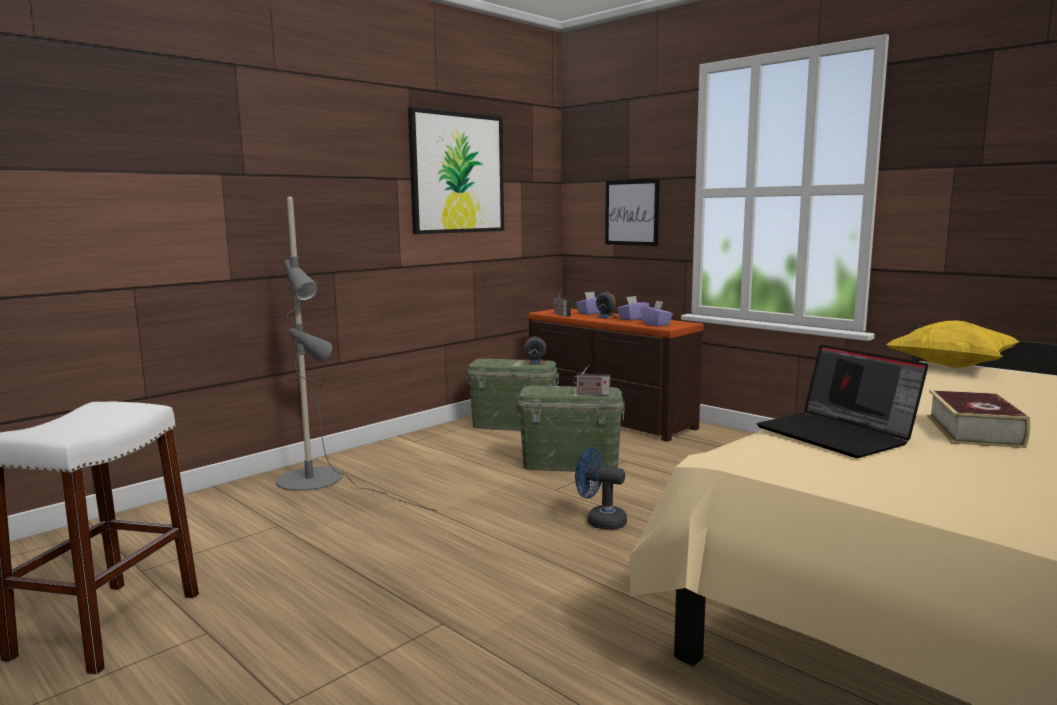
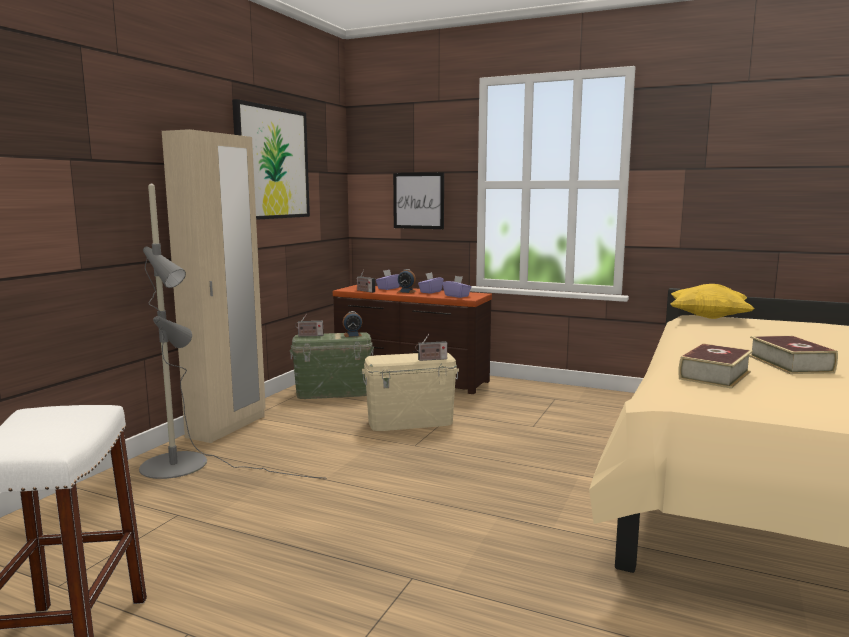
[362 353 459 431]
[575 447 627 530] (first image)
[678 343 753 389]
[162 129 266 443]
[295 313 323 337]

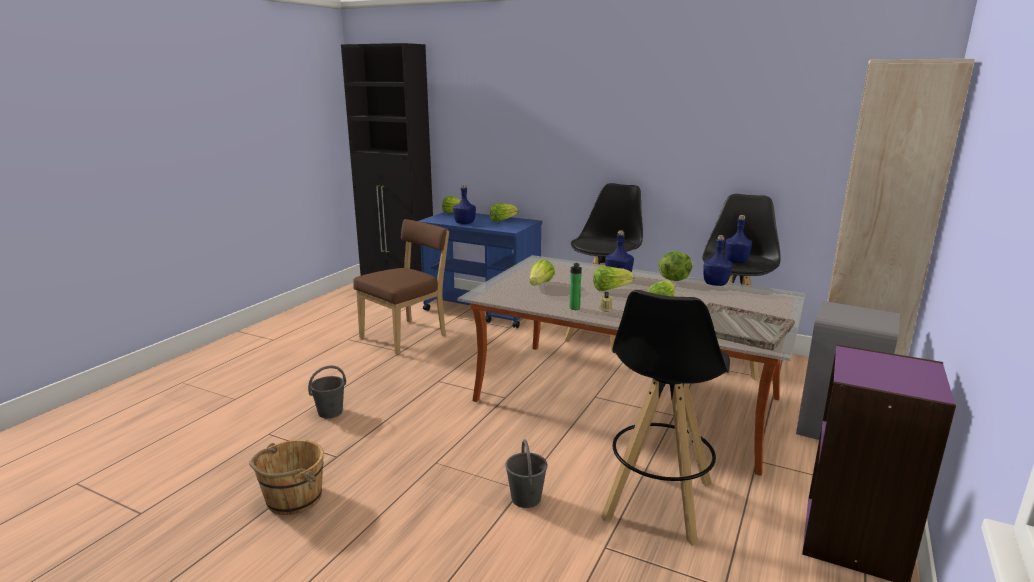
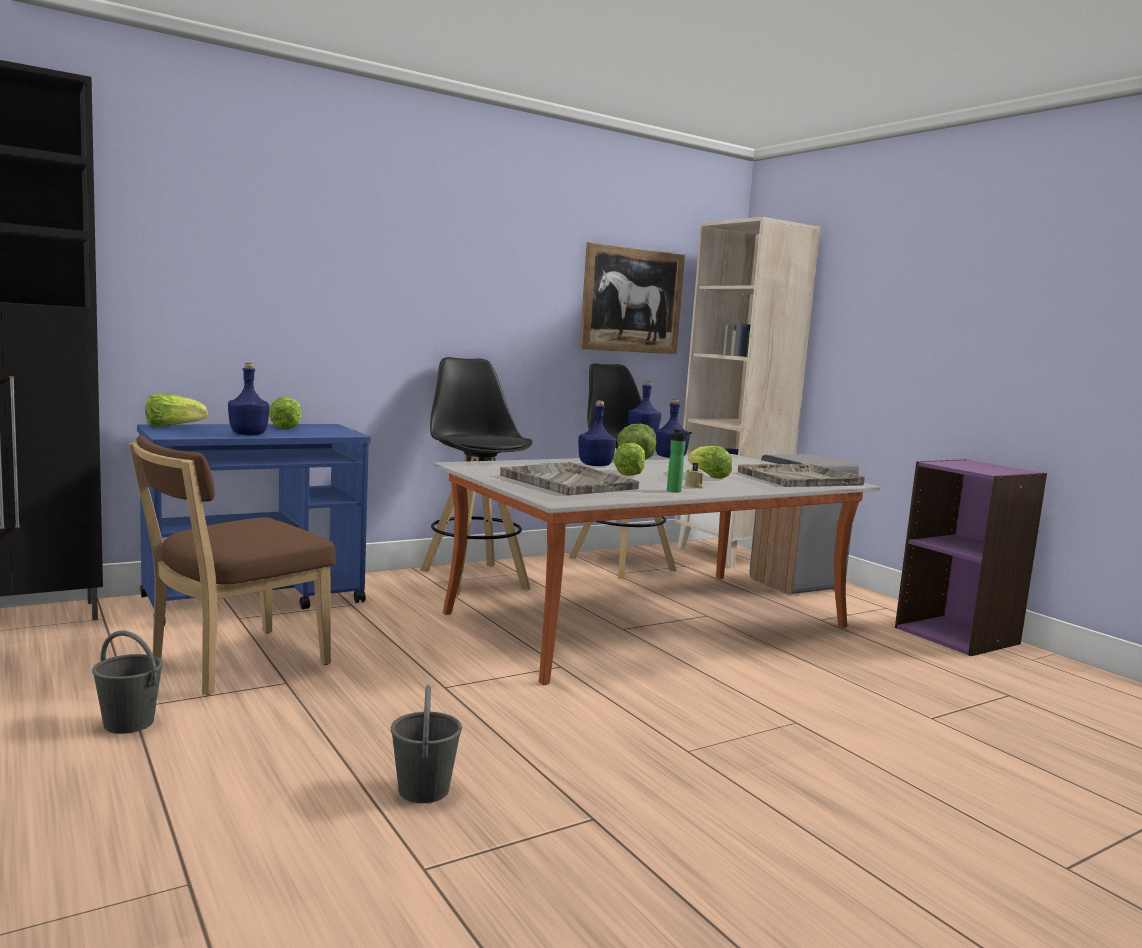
[249 440 324 515] (first image)
[129 435 336 695]
[92 631 163 734]
[500 462 639 495]
[601 290 730 546] (first image)
[580 242 685 354]

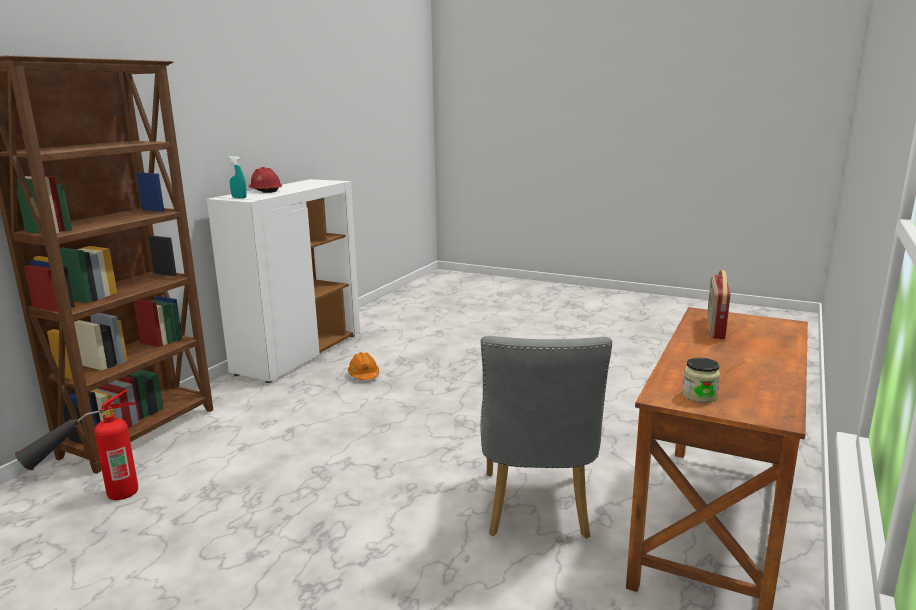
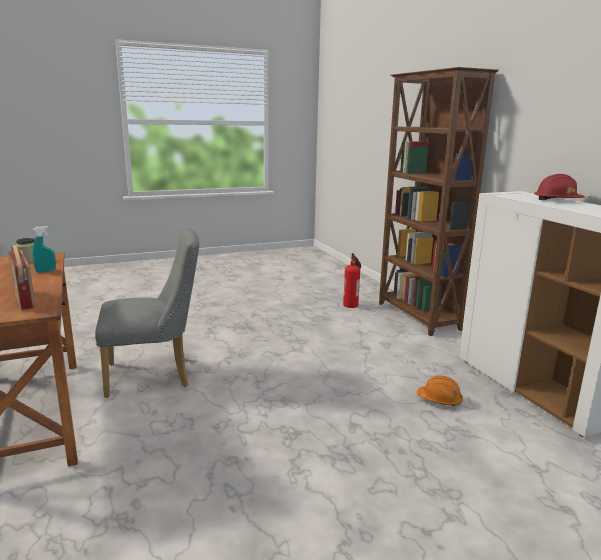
[32 226 56 272]
[95 227 199 398]

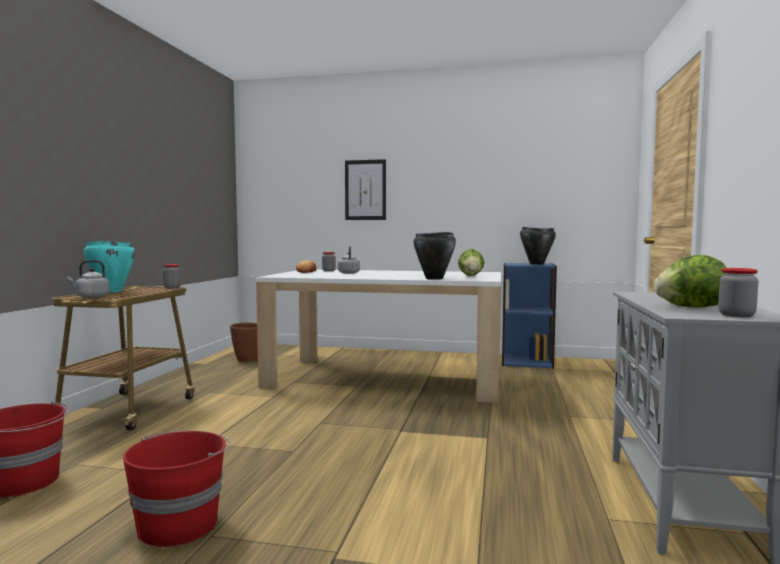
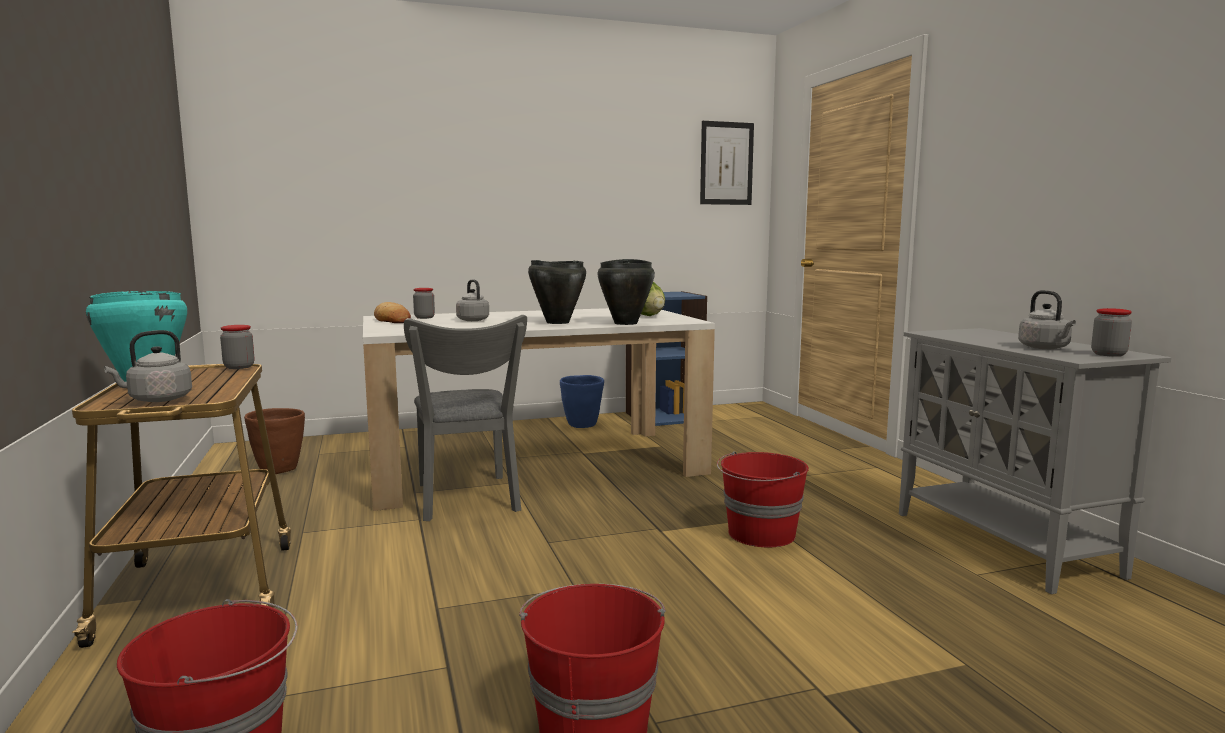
[700 121 754 205]
[528 260 586 324]
[1018 290 1076 349]
[404 315 527 521]
[560 375 604 428]
[717 452 809 547]

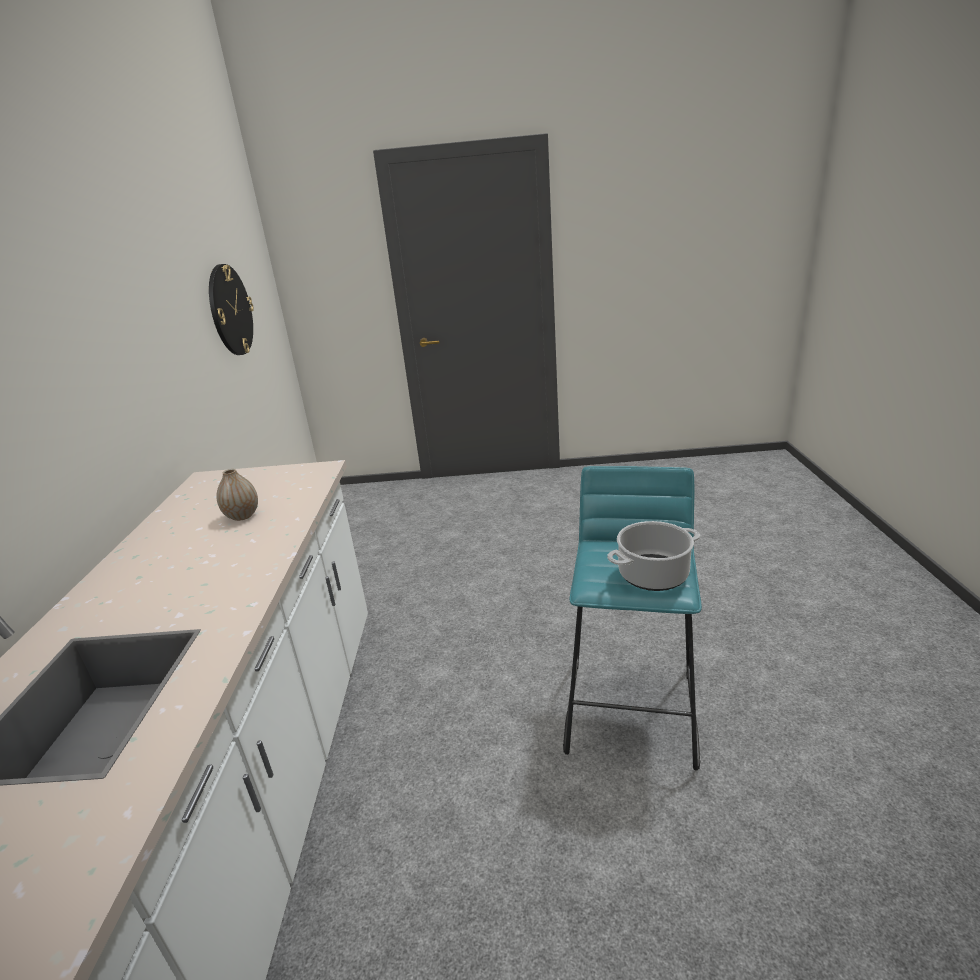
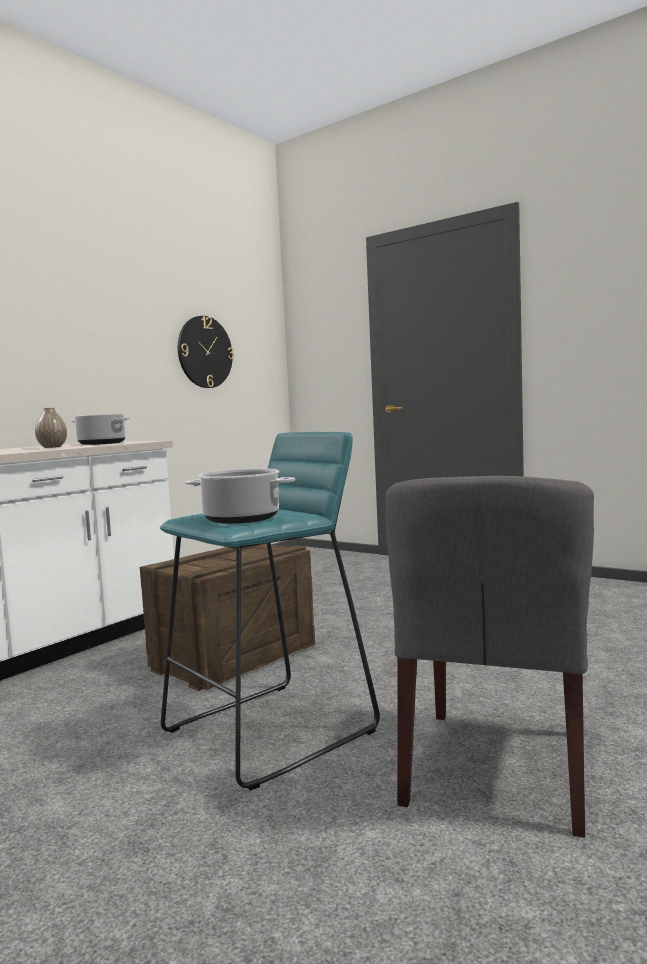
[71 413 130 445]
[140 544 315 691]
[385 476 594 838]

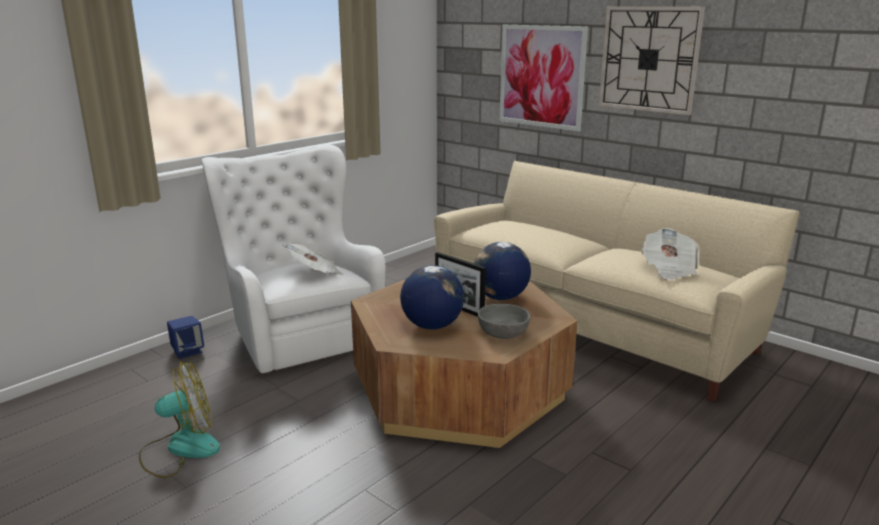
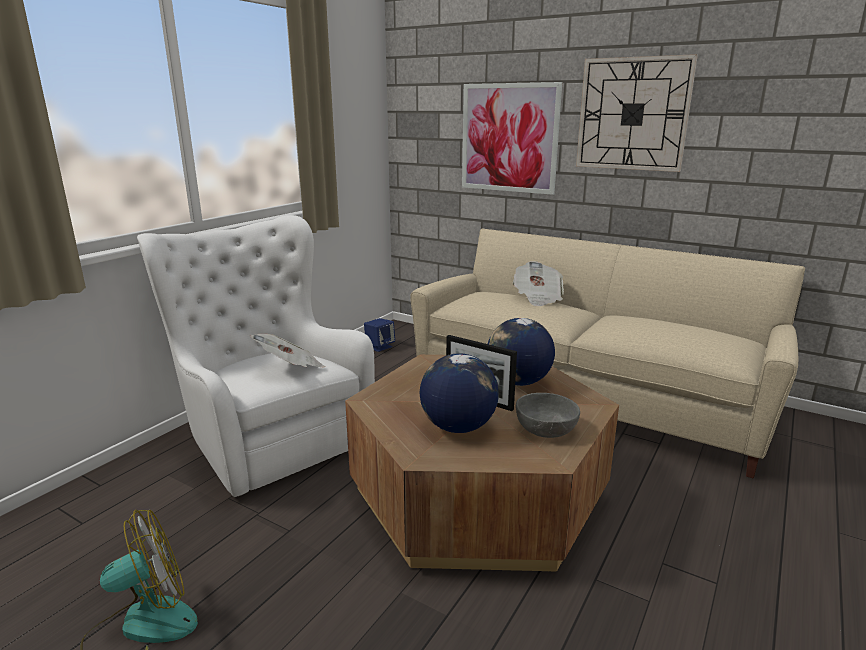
[364 318 395 352]
[512 261 564 306]

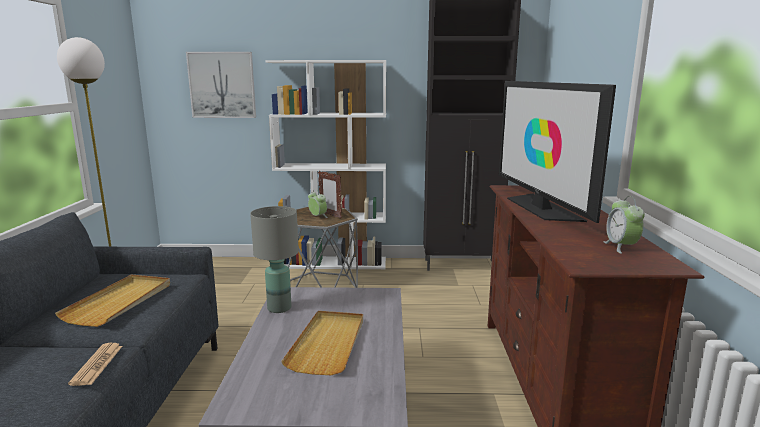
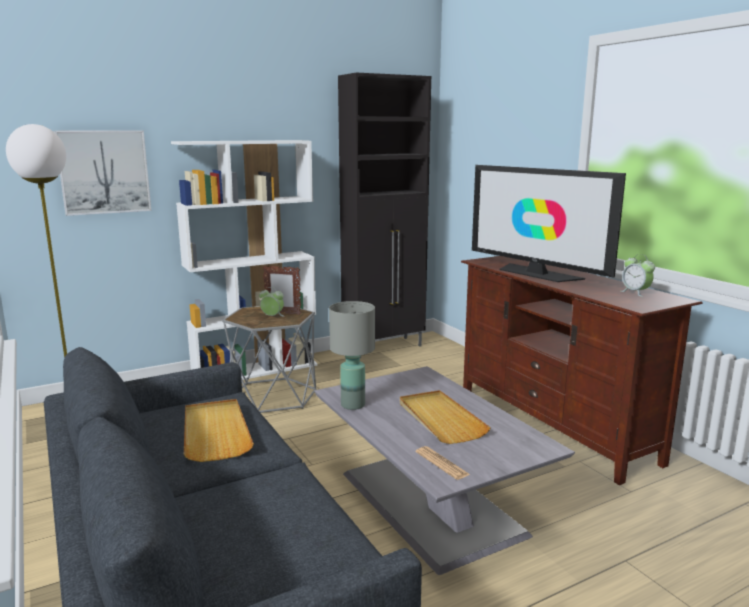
[416 446 470 480]

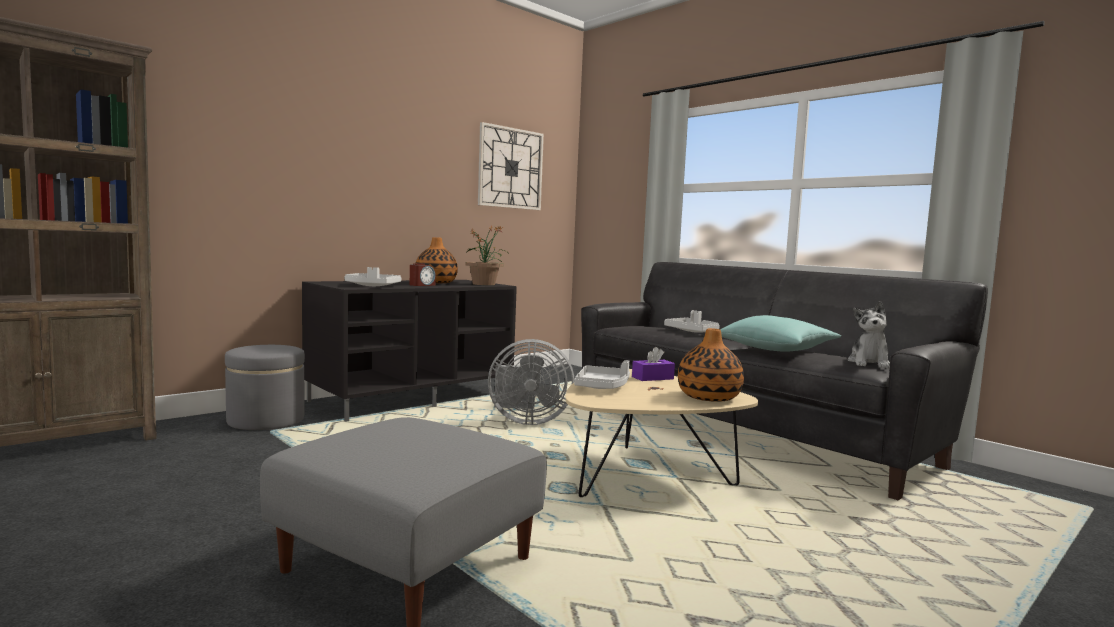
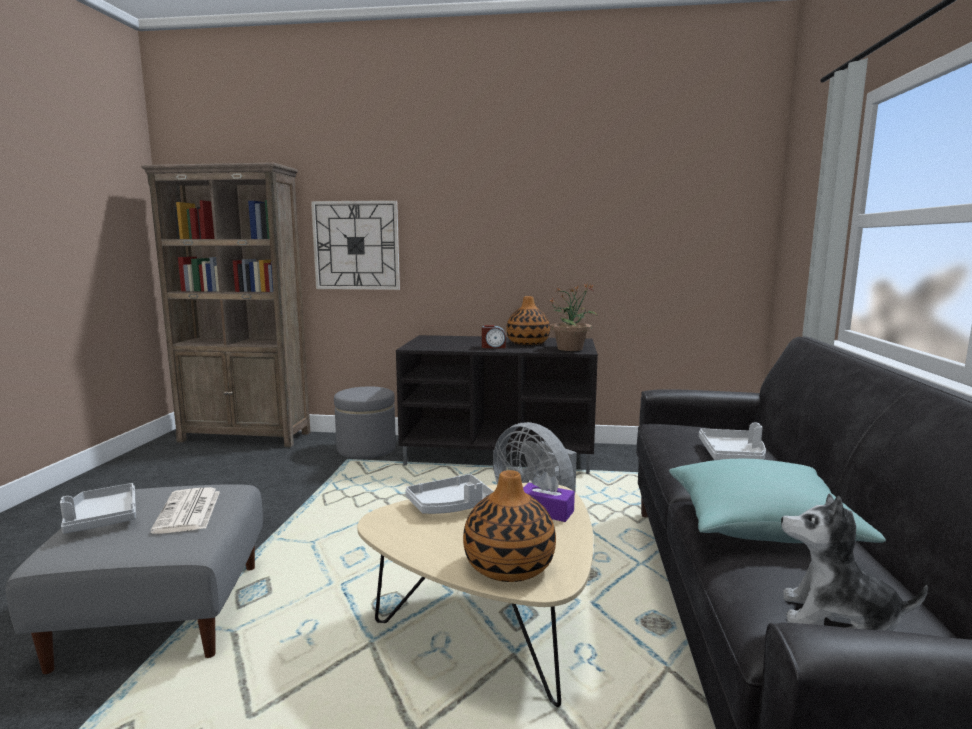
[60 483 136 534]
[311 200 400 290]
[781 493 928 631]
[150 487 220 534]

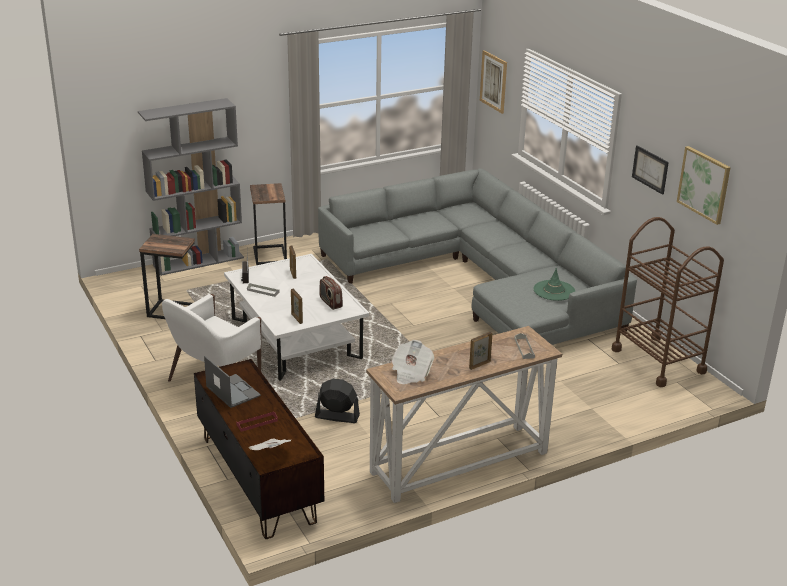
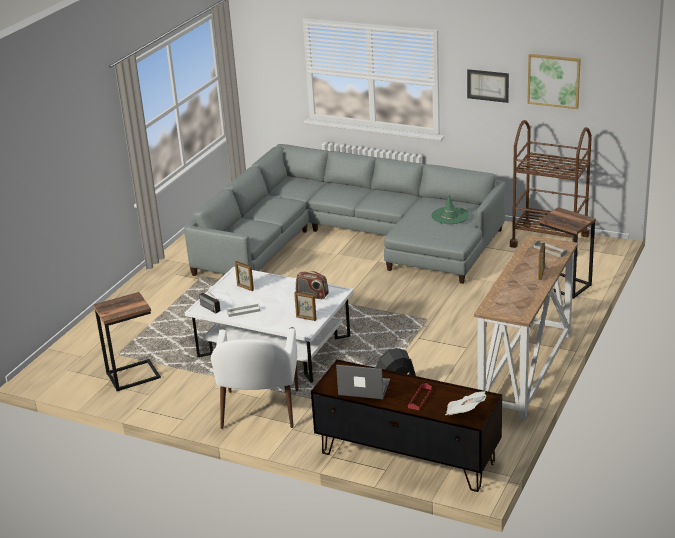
[138 98 244 276] (first image)
[539 207 596 299]
[391 340 434 384] (first image)
[480 50 507 114] (first image)

